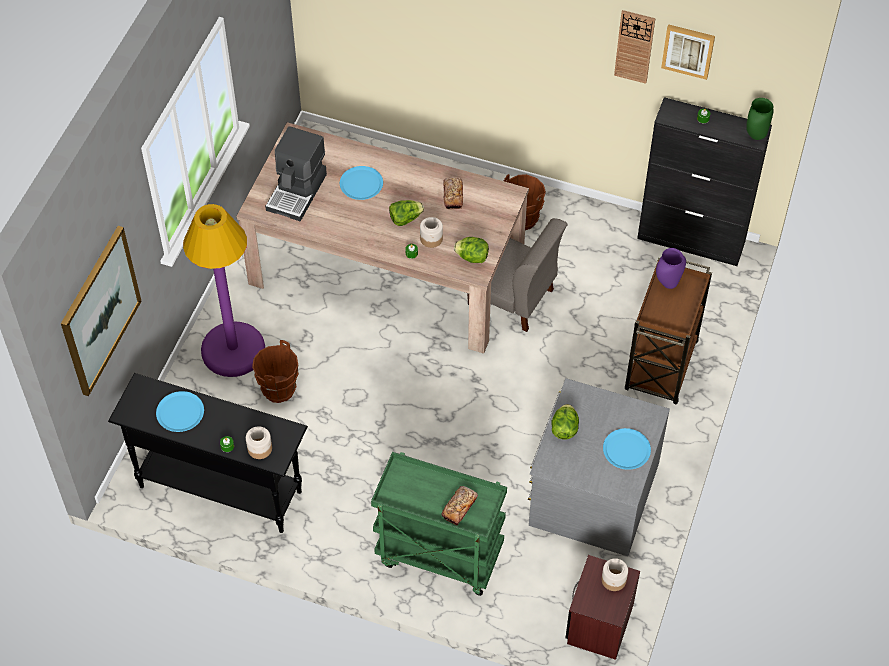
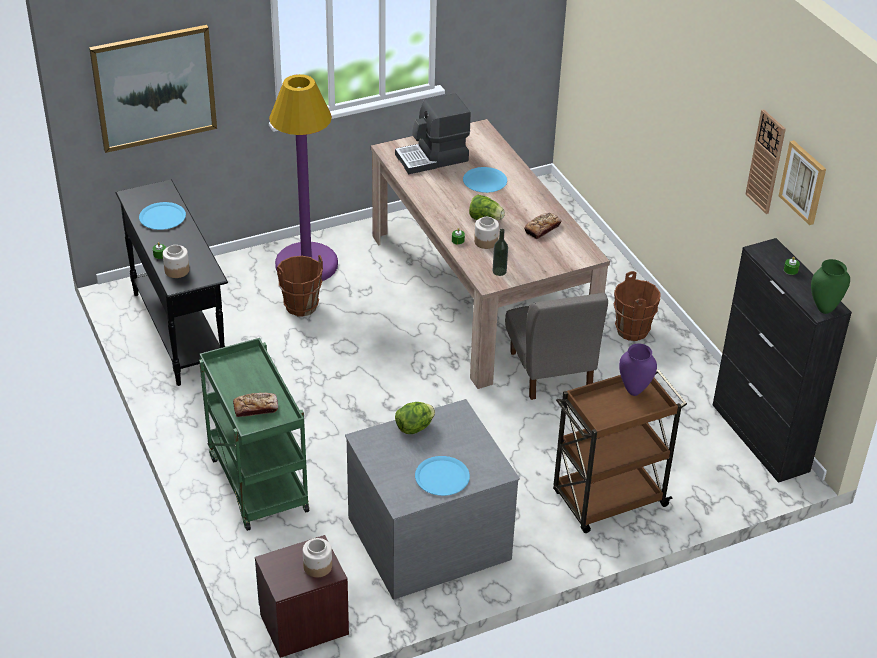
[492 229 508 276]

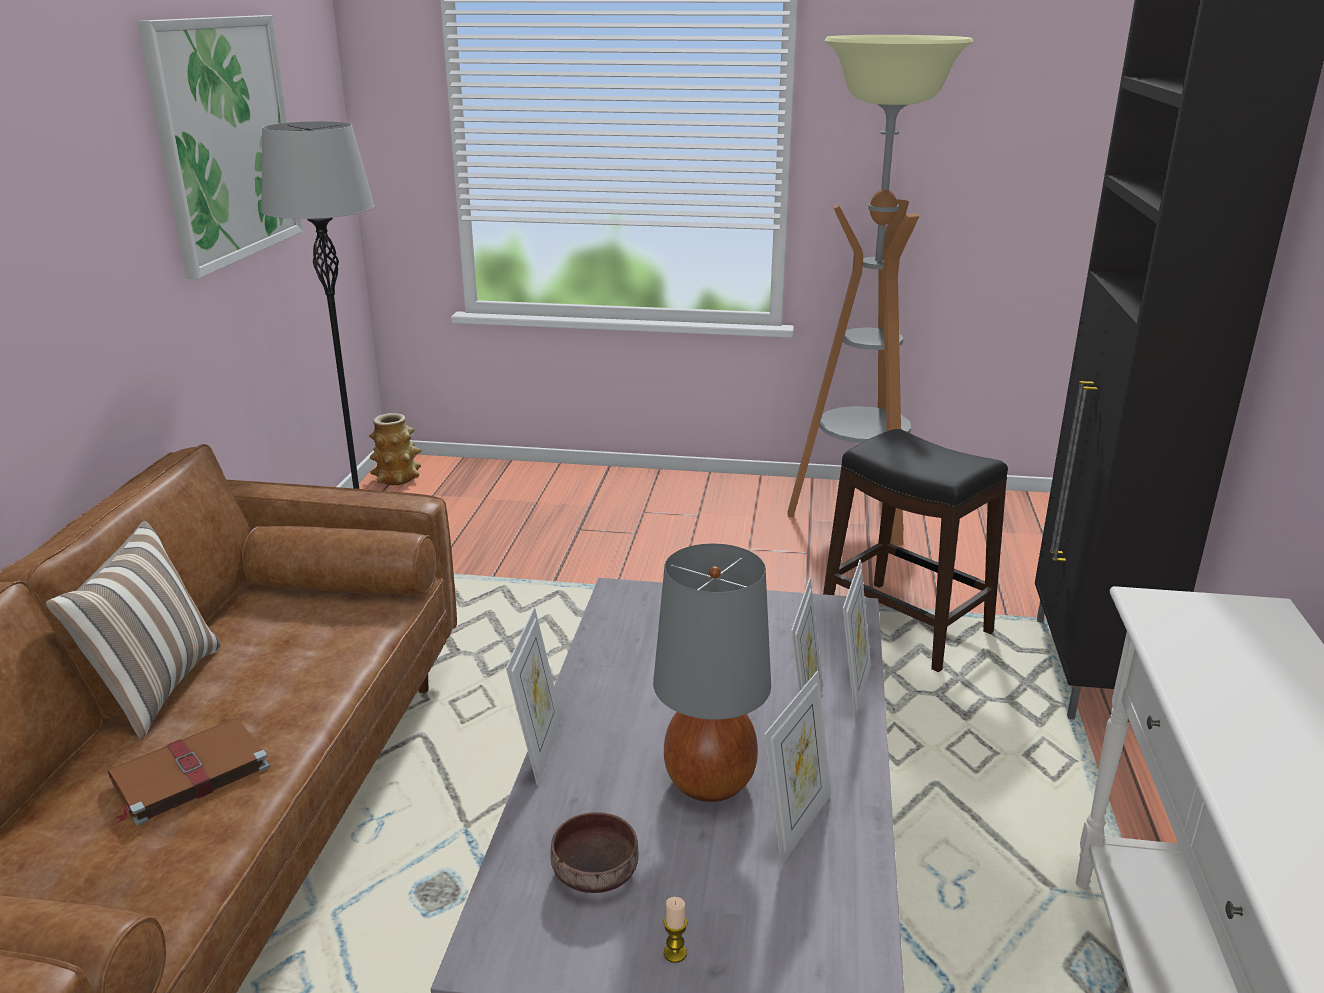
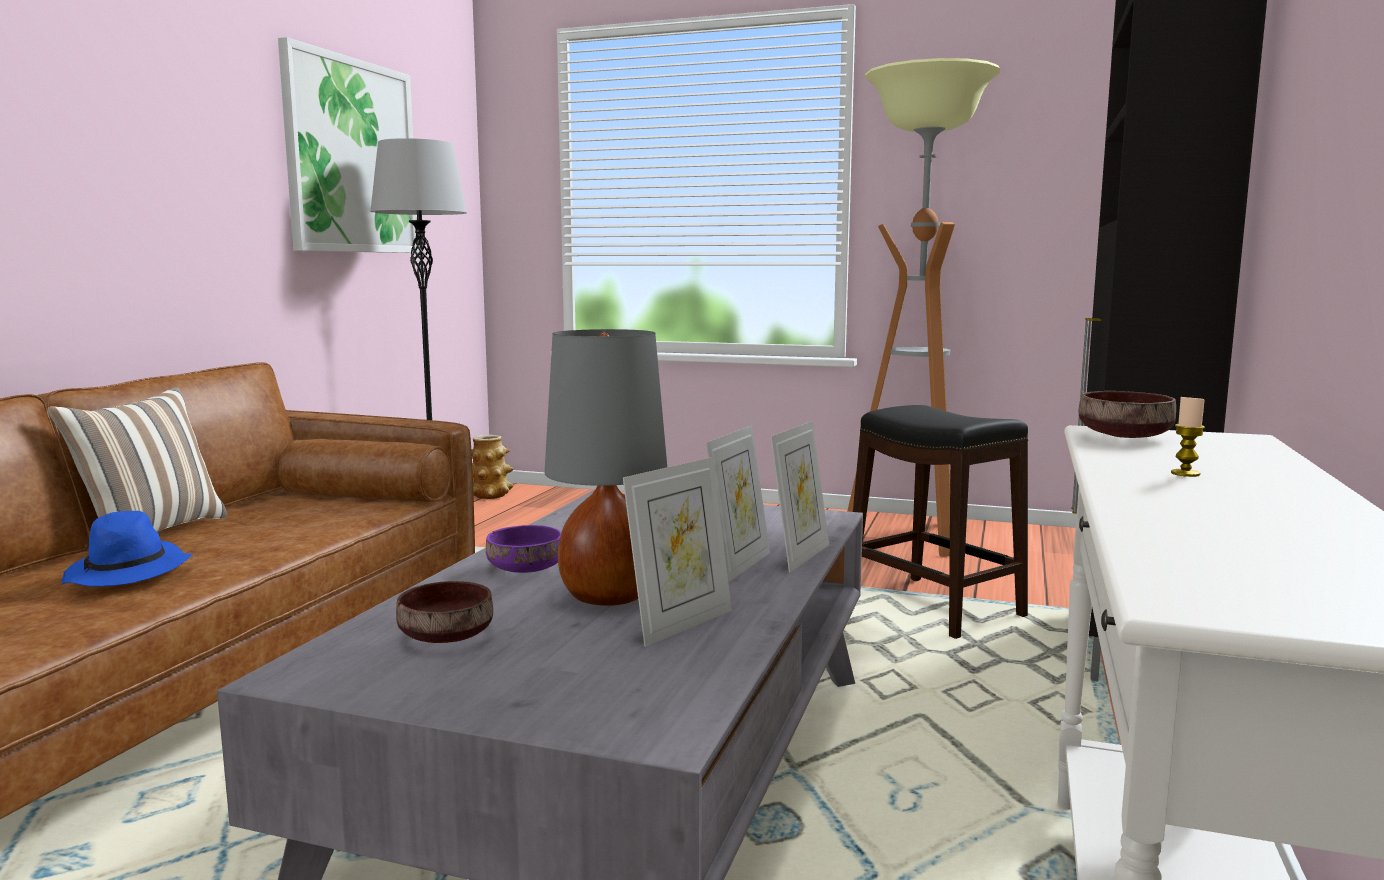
[62 511 193 587]
[506 607 562 785] (first image)
[1171 396 1205 477]
[486 525 561 573]
[1079 391 1176 438]

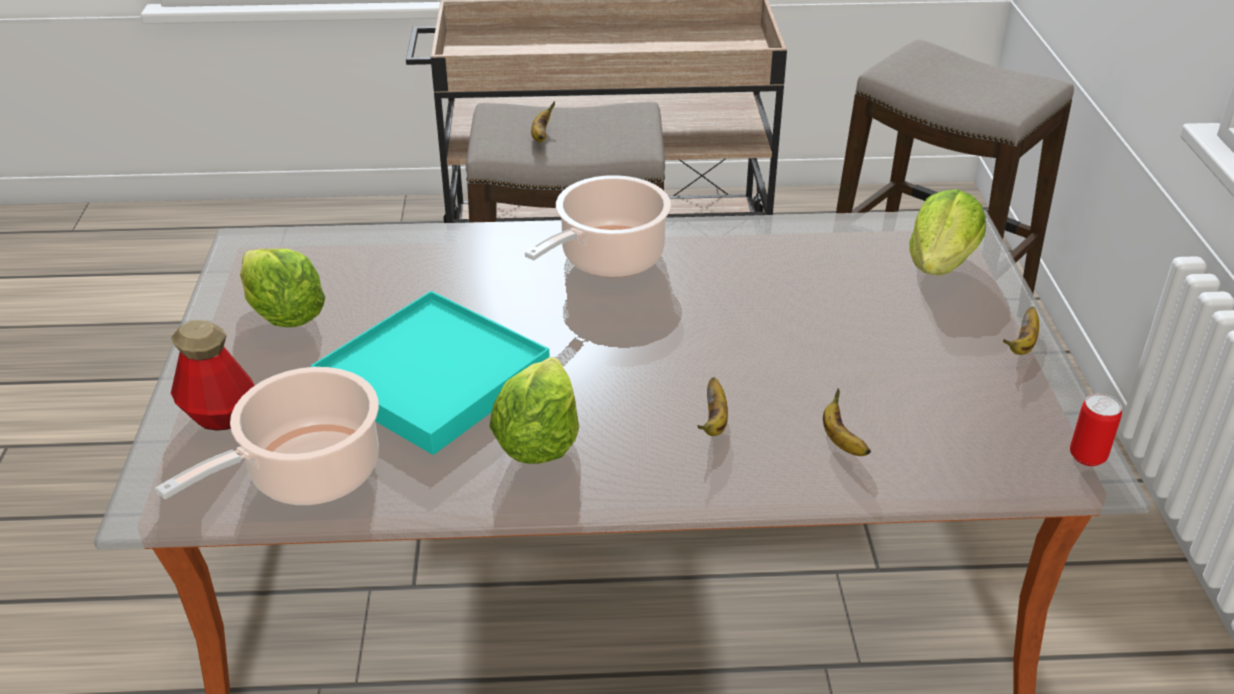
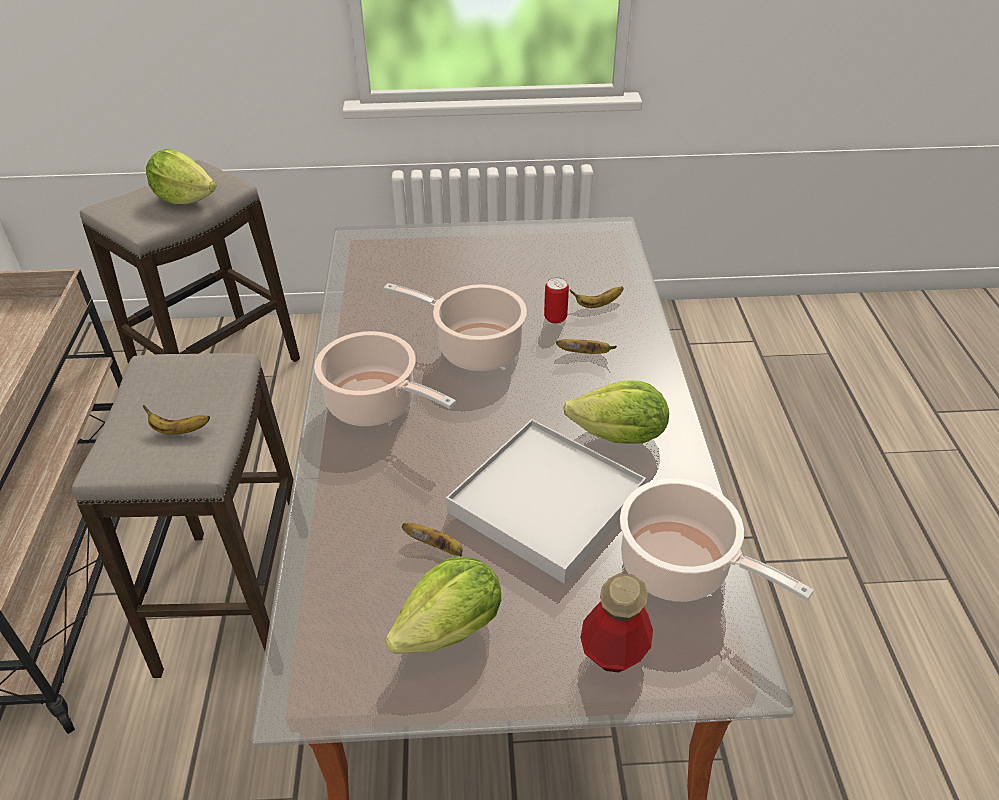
[446 419 646 584]
[146 149 216 204]
[402 523 463 556]
[544 277 569 324]
[384 283 527 371]

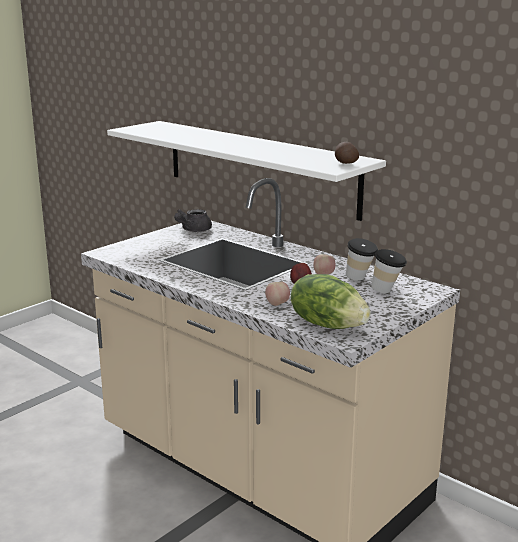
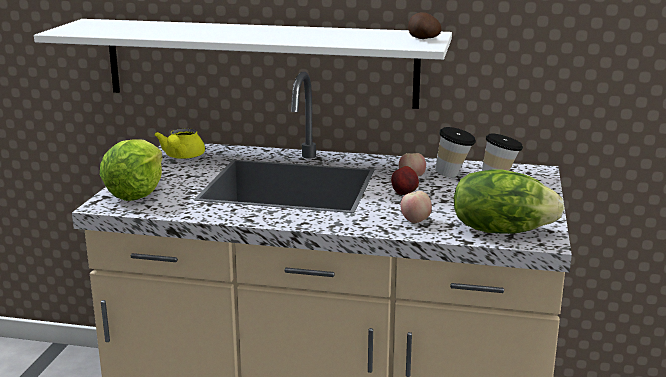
[154 128 205 159]
[100 140 162 201]

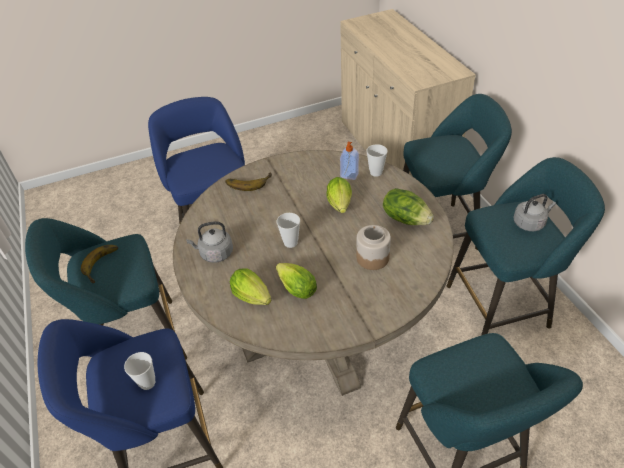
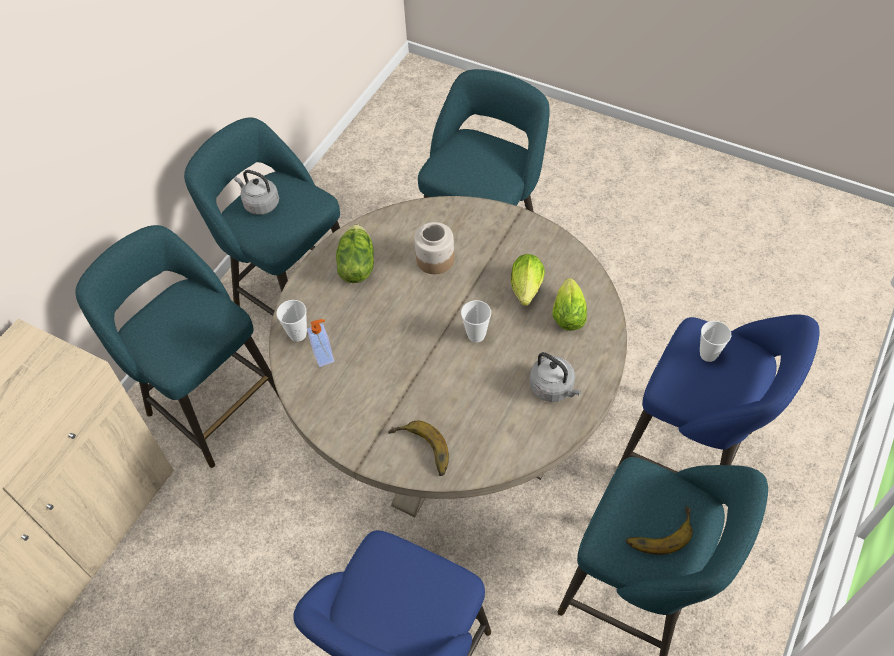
[326 177 352 213] (first image)

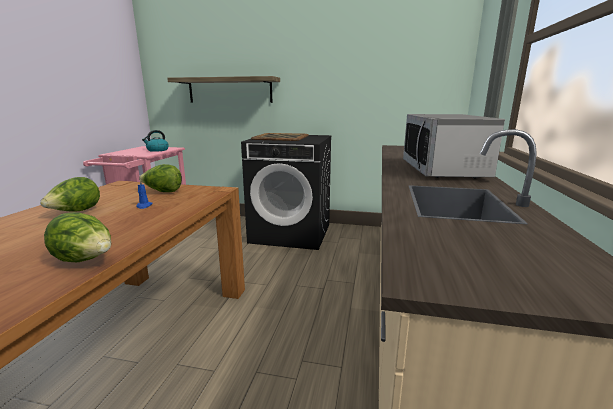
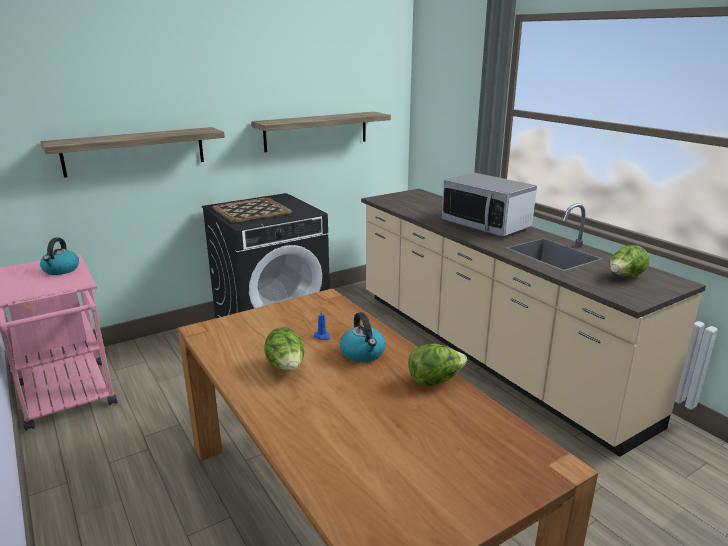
[609 245 650 277]
[251 112 391 152]
[340 312 386 362]

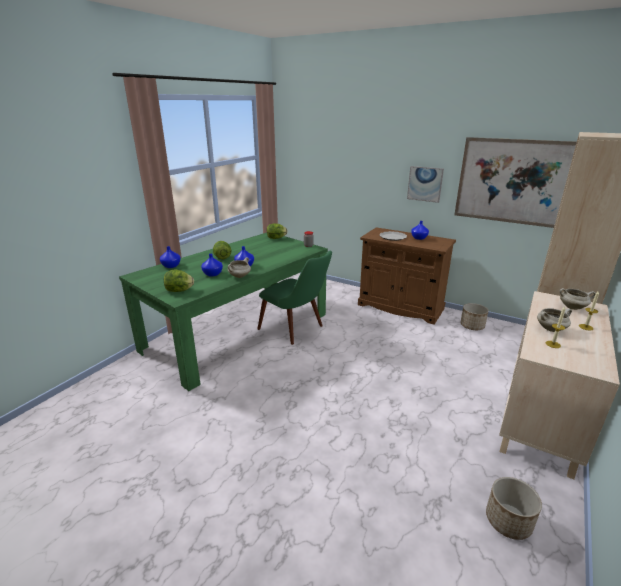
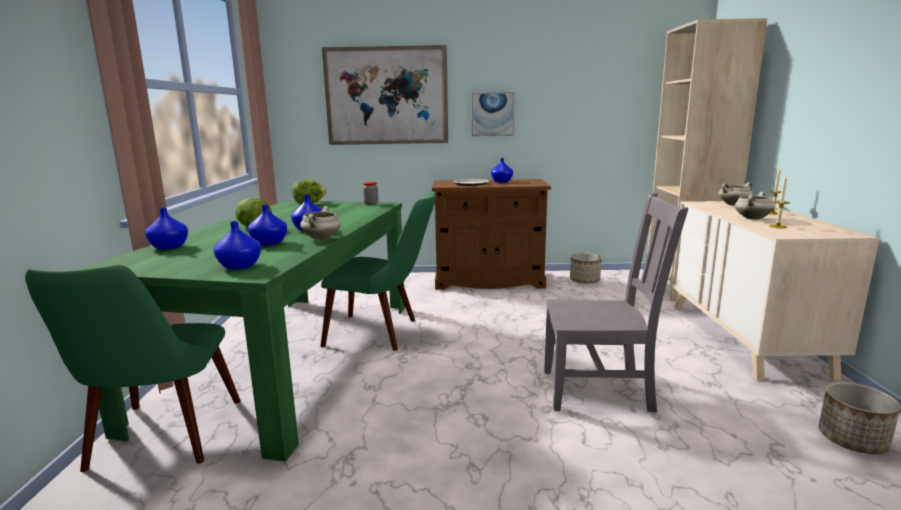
[214 221 261 270]
[322 45 448 145]
[25 265 241 472]
[544 192 688 413]

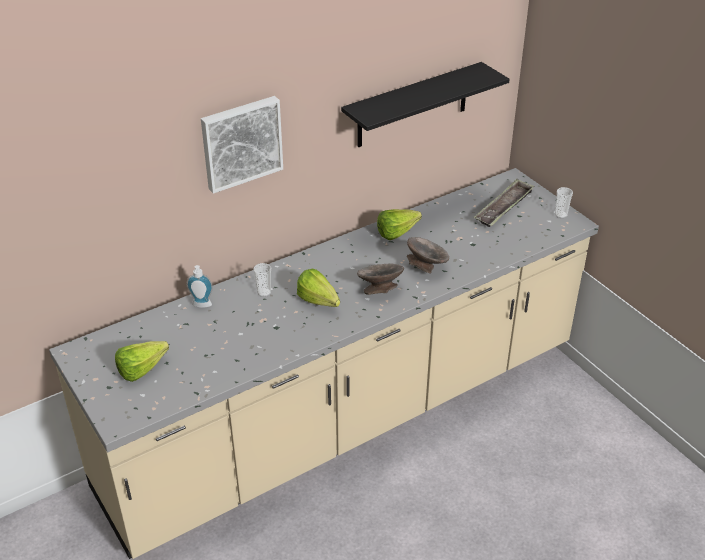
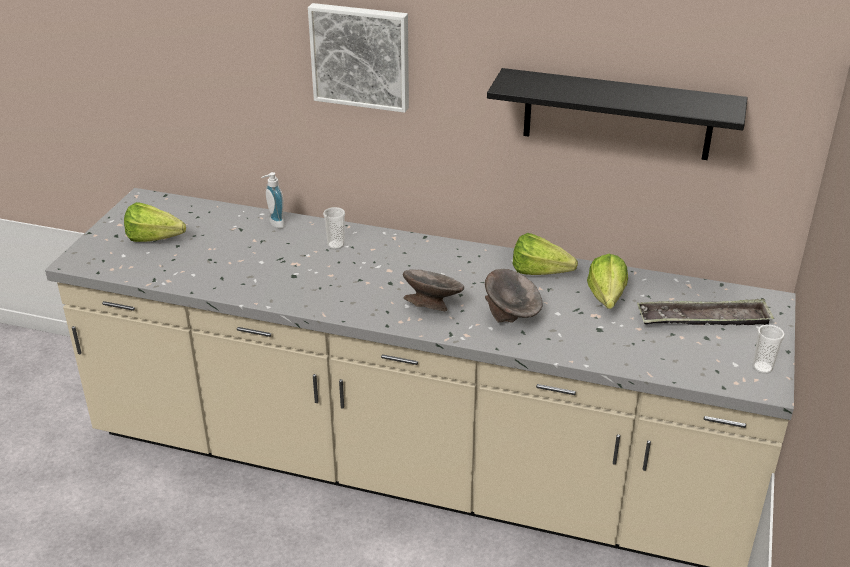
[587 254 628 309]

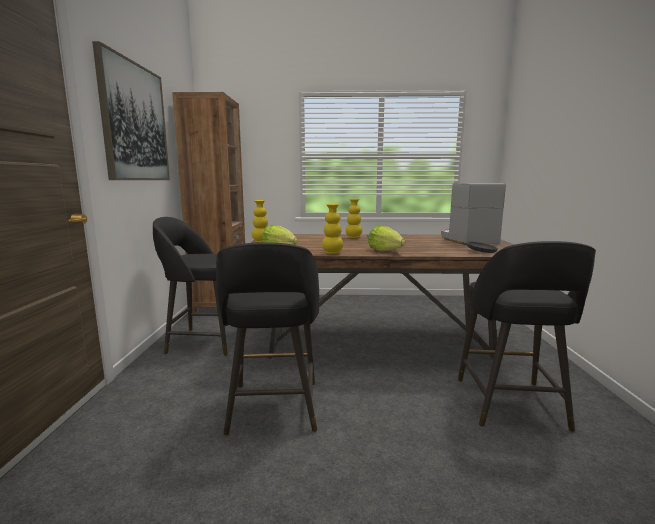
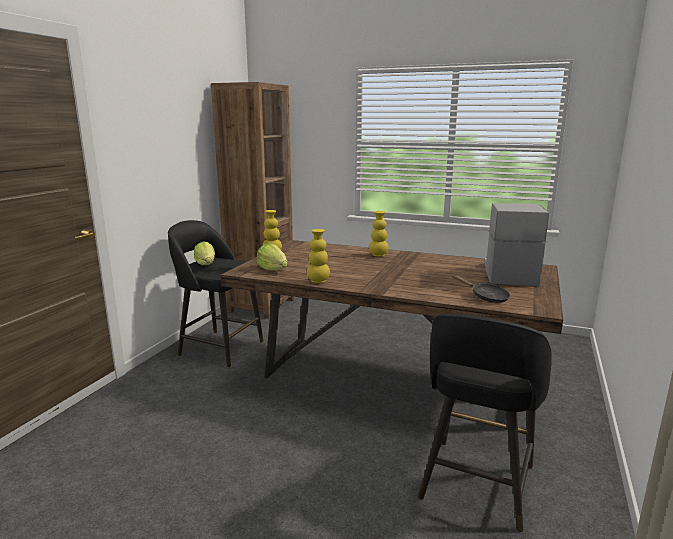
[92 41 170 180] (first image)
[216 242 320 435] (first image)
[194 242 215 265]

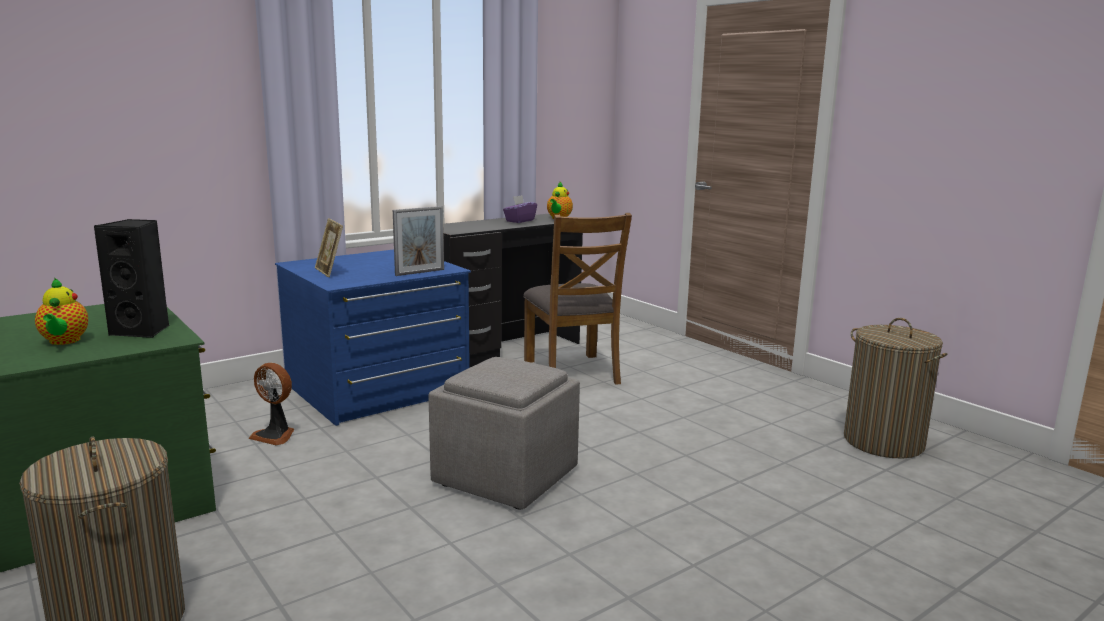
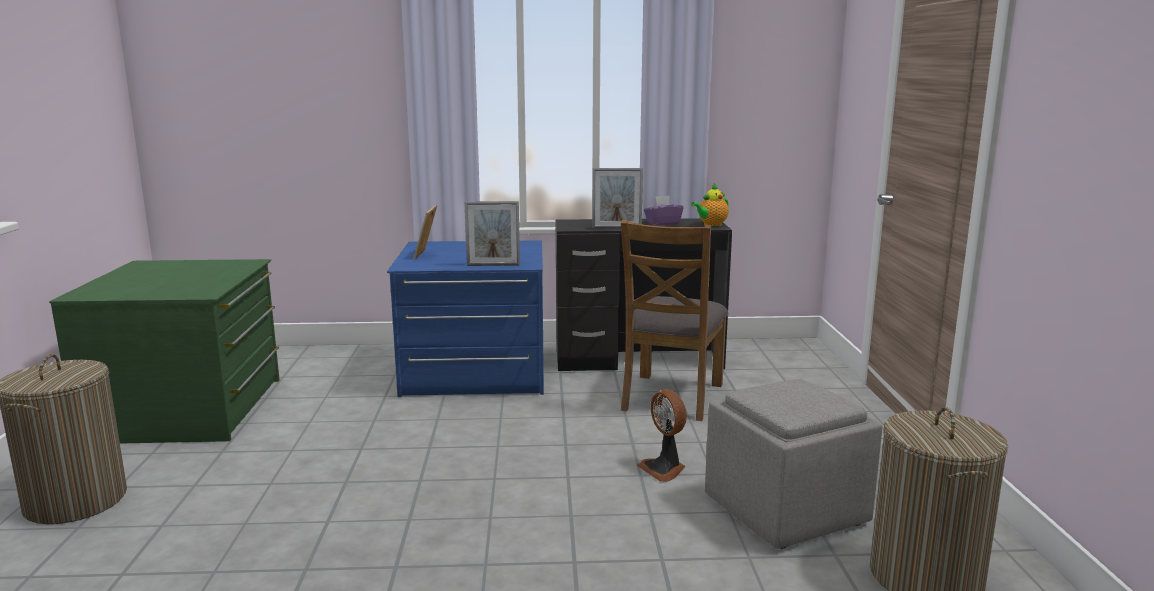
[35 278 88 345] (first image)
[94 219 169 338] (first image)
[637 390 687 482]
[705 379 882 549]
[592 168 643 229]

